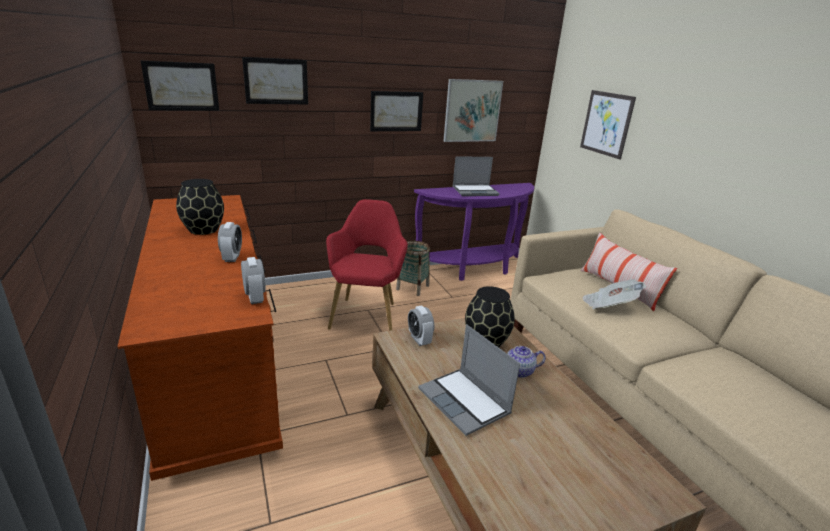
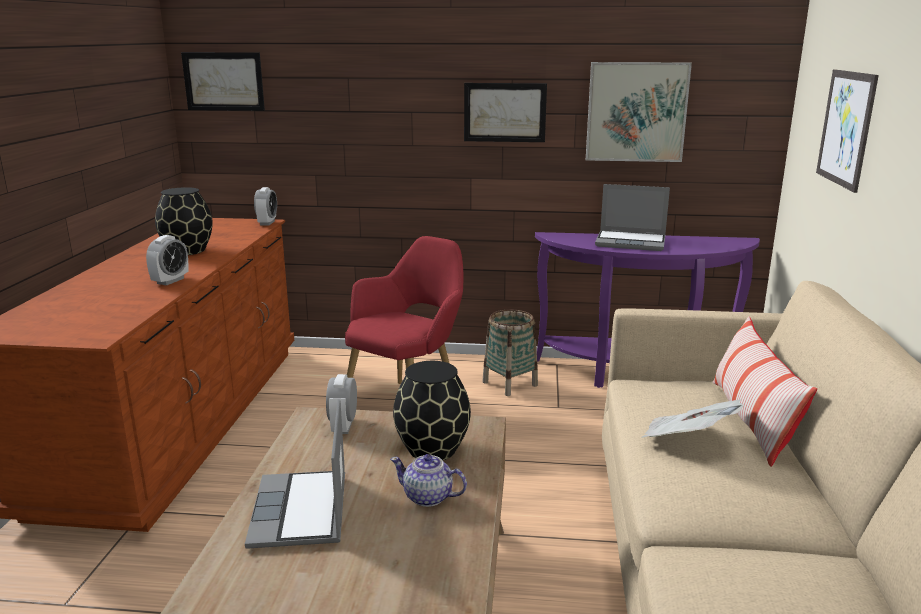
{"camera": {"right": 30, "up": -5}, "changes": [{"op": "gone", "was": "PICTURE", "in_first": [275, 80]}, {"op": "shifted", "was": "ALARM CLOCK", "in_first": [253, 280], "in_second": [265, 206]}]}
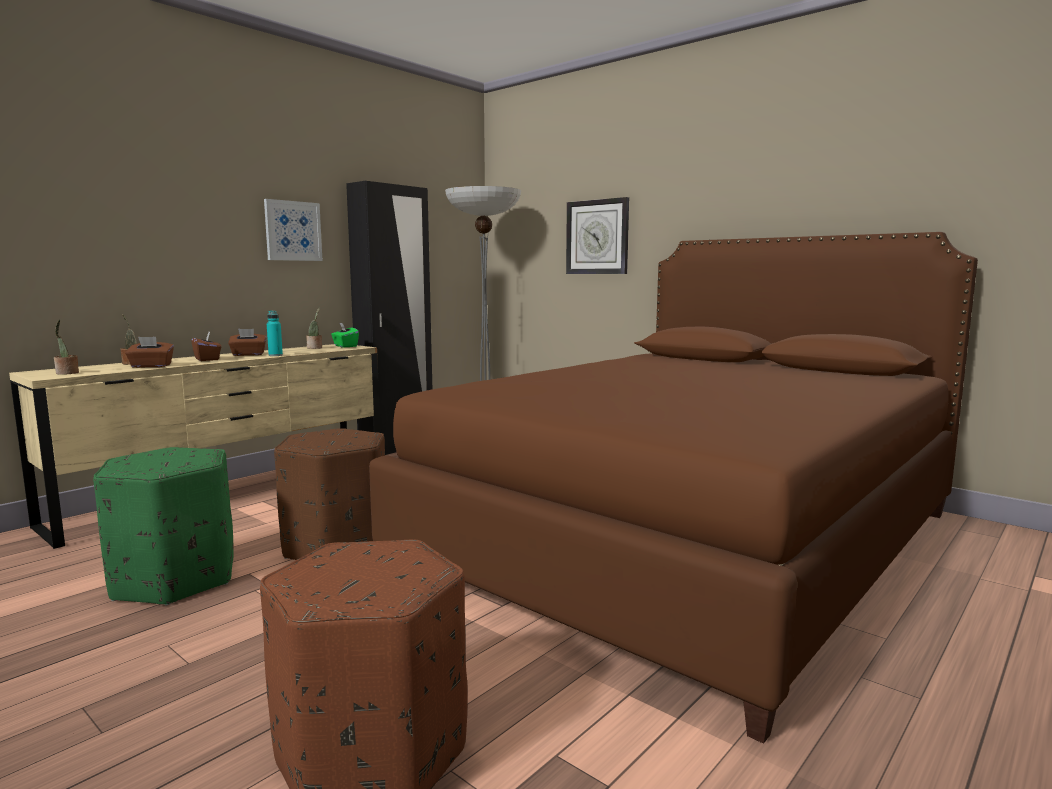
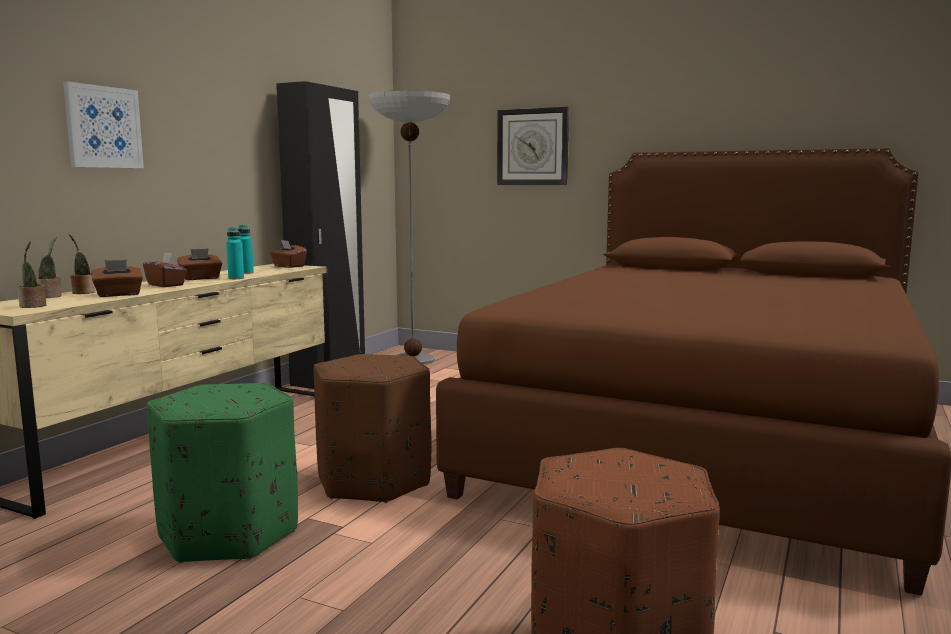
{"camera": {"right": -15, "up": 0}, "changes": [{"op": "new", "now": "TURQUOISE BOTTLE", "in_second": [246, 249]}, {"op": "shifted", "was": "PICTURE", "in_first": [293, 230], "in_second": [103, 124]}, {"op": "shifted", "was": "POTTED PLANT", "in_first": [314, 328], "in_second": [49, 267]}, {"op": "repainted", "was": "GREEN TISSUE BOX", "now": "BROWN TISSUE BOX", "in_first": [345, 334], "in_second": [288, 254]}]}
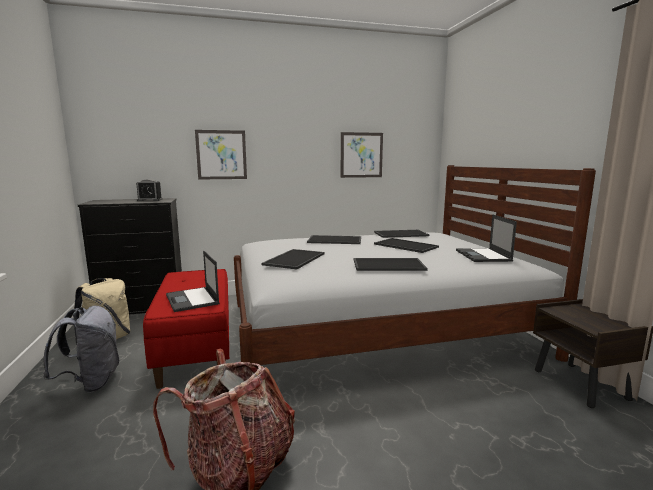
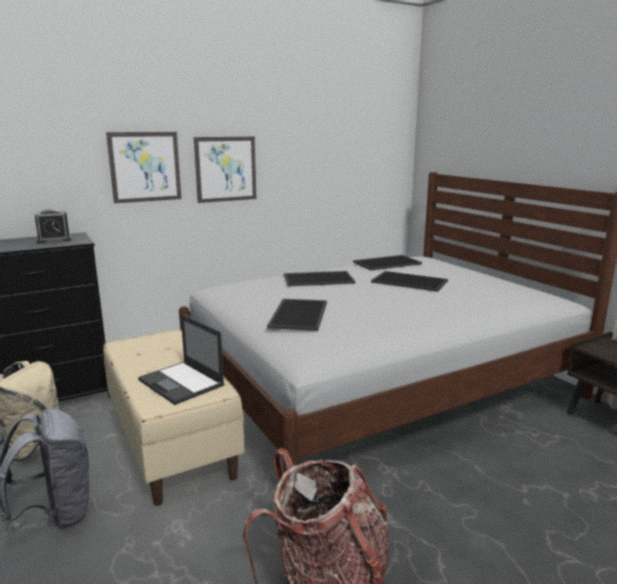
{"camera": {"right": -15, "up": 5}, "changes": [{"op": "gone", "was": "TRAY", "in_first": [390, 264]}, {"op": "gone", "was": "LAPTOP", "in_first": [486, 238]}, {"op": "shifted", "was": "PICTURE", "in_first": [361, 155], "in_second": [225, 170]}, {"op": "repainted", "was": "RED BENCH", "now": "BEIGE BENCH", "in_first": [186, 329], "in_second": [174, 417]}]}
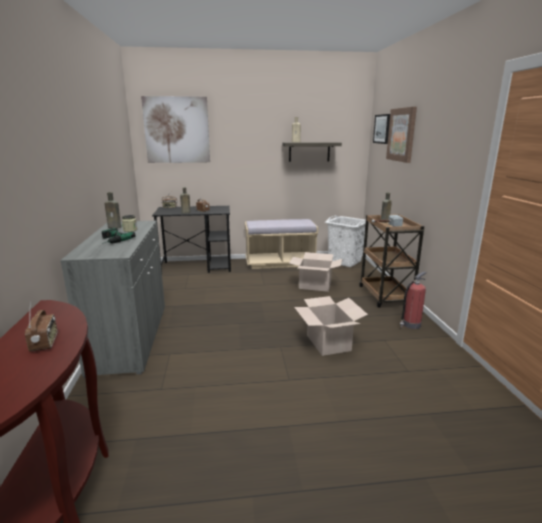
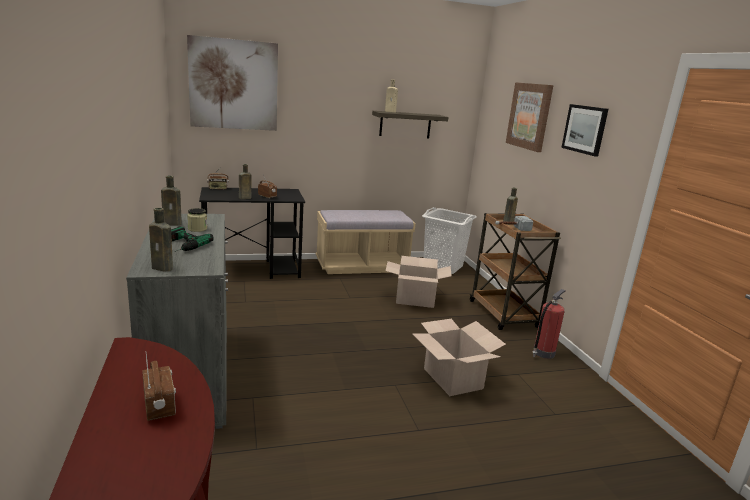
{"camera": {"right": -10, "up": 0}, "changes": [{"op": "new", "now": "BROWN BOTTLE", "in_second": [161, 240]}, {"op": "shifted", "was": "PICTURE", "in_first": [381, 129], "in_second": [584, 130]}]}
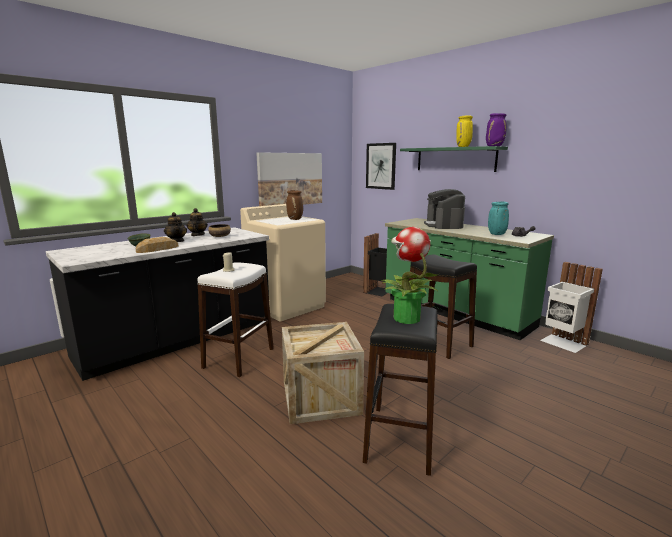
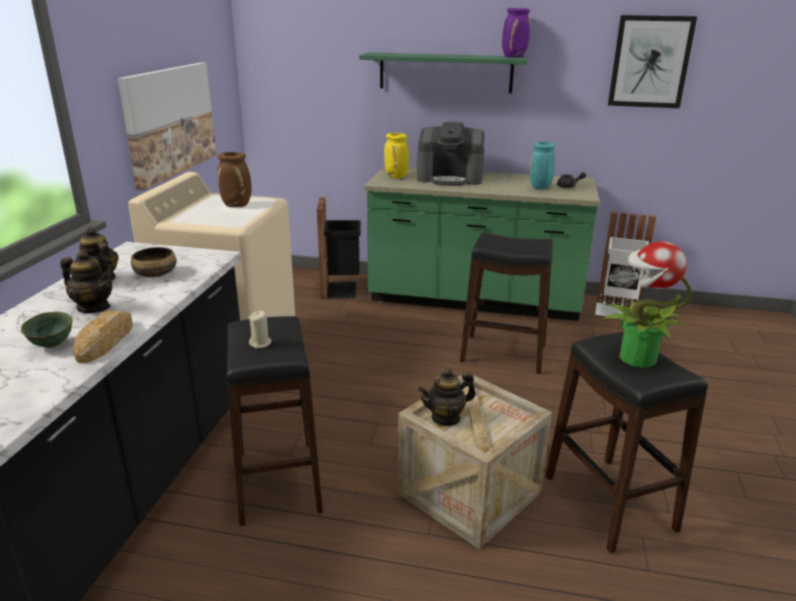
{"camera": {"right": -35, "up": 10}, "changes": [{"op": "new", "now": "TEAPOT", "in_second": [447, 397]}, {"op": "shifted", "was": "PICTURE", "in_first": [381, 166], "in_second": [652, 61]}, {"op": "shifted", "was": "YELLOW VASE", "in_first": [464, 131], "in_second": [396, 155]}, {"op": "repainted", "was": "WHITE STOOL", "now": "BLACK STOOL", "in_first": [235, 320], "in_second": [275, 421]}, {"op": "rotated", "was": "COFFEE MACHINE", "in_first": [444, 209], "in_second": [451, 154], "clockwise": -45}]}
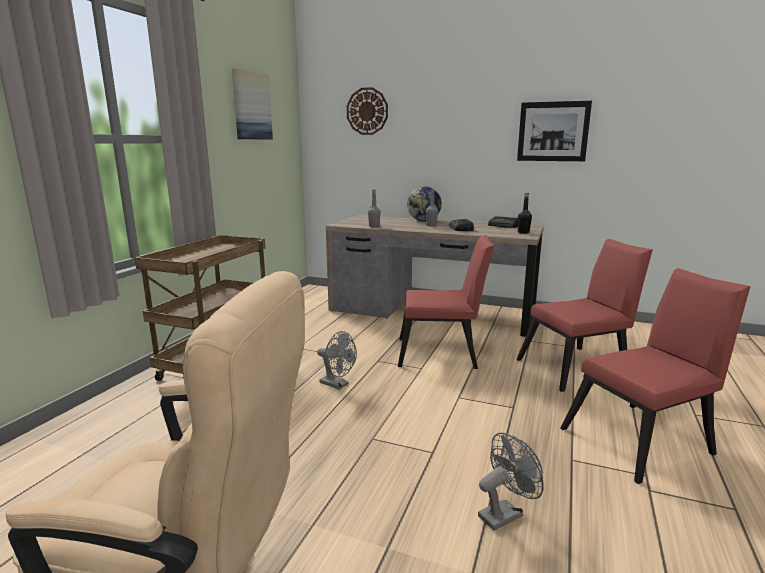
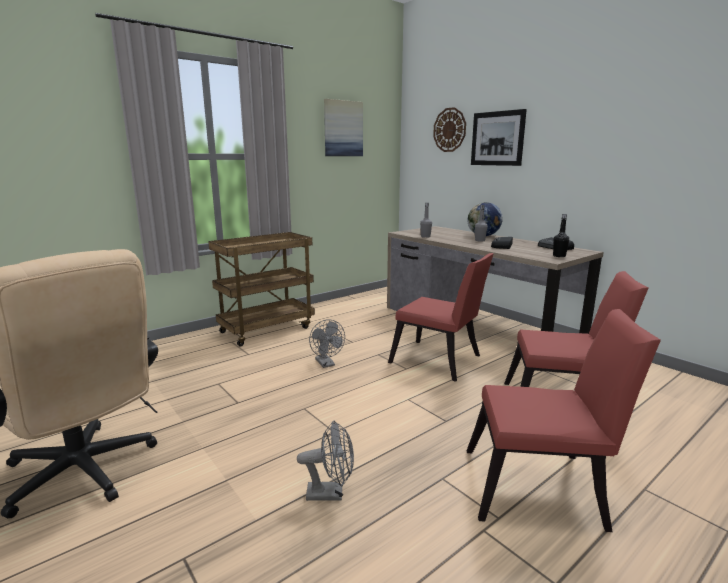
{"camera": {"right": 30, "up": 0}, "changes": [{"op": "shifted", "was": "PICTURE", "in_first": [554, 131], "in_second": [499, 137]}]}
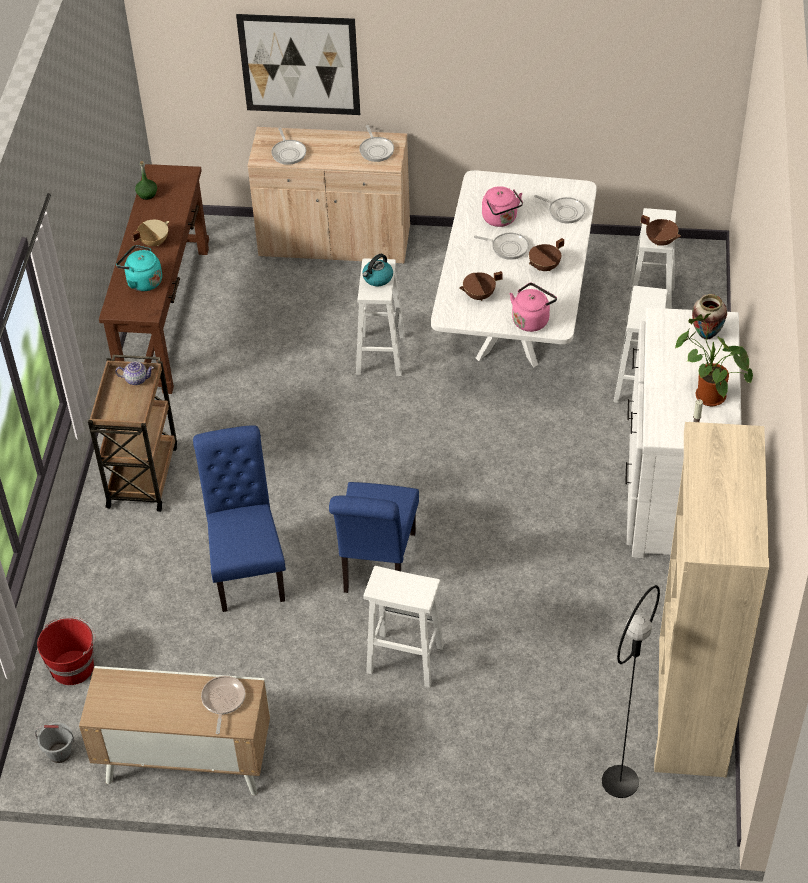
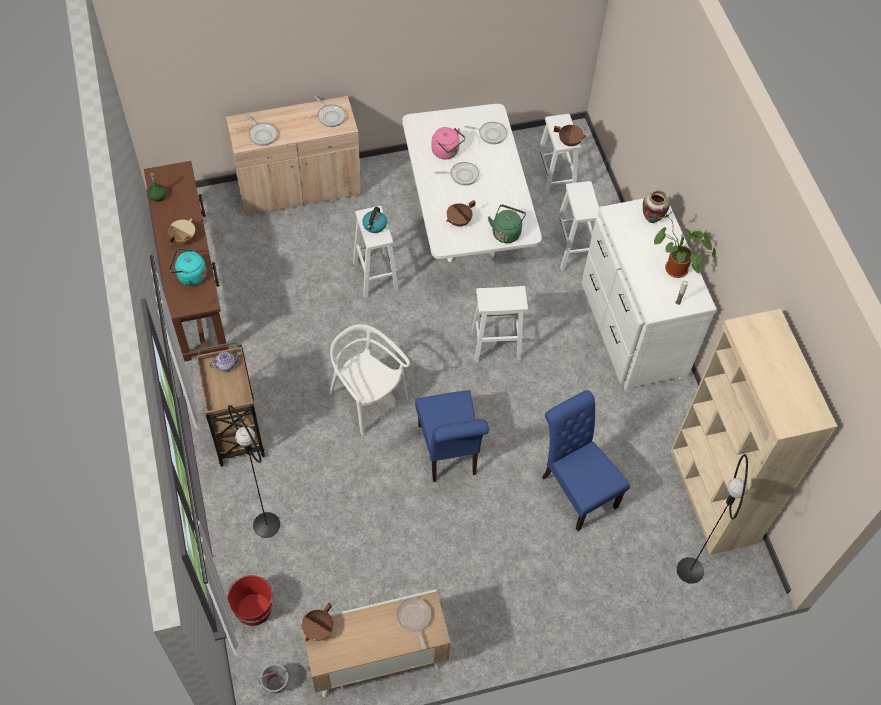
{"camera": {"right": -25, "up": 10}, "changes": [{"op": "gone", "was": "PICTURE", "in_first": [298, 64]}, {"op": "new", "now": "BLACK FLOOR LAMP", "in_second": [254, 471]}, {"op": "new", "now": "WHITE CHAIR", "in_second": [369, 379]}, {"op": "shifted", "was": "BLUE CHAIR", "in_first": [239, 518], "in_second": [586, 460]}, {"op": "shifted", "was": "WHITE STOOL", "in_first": [403, 626], "in_second": [499, 324]}, {"op": "shifted", "was": "BROWN COOKING POT", "in_first": [546, 254], "in_second": [317, 622]}, {"op": "repainted", "was": "PINK KETTLE", "now": "GREEN KETTLE", "in_first": [533, 307], "in_second": [507, 224]}]}
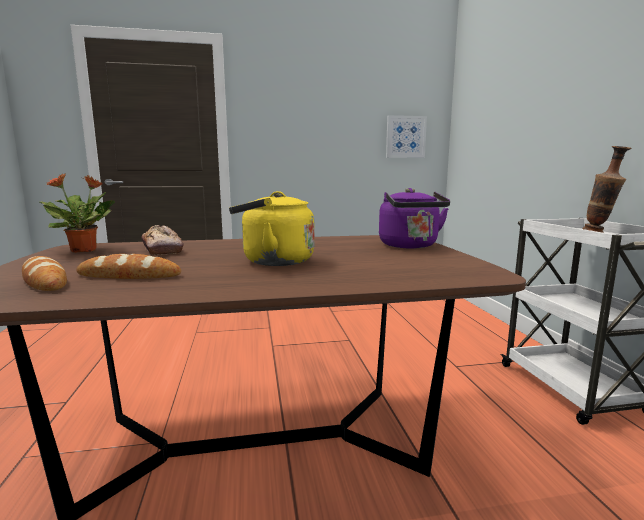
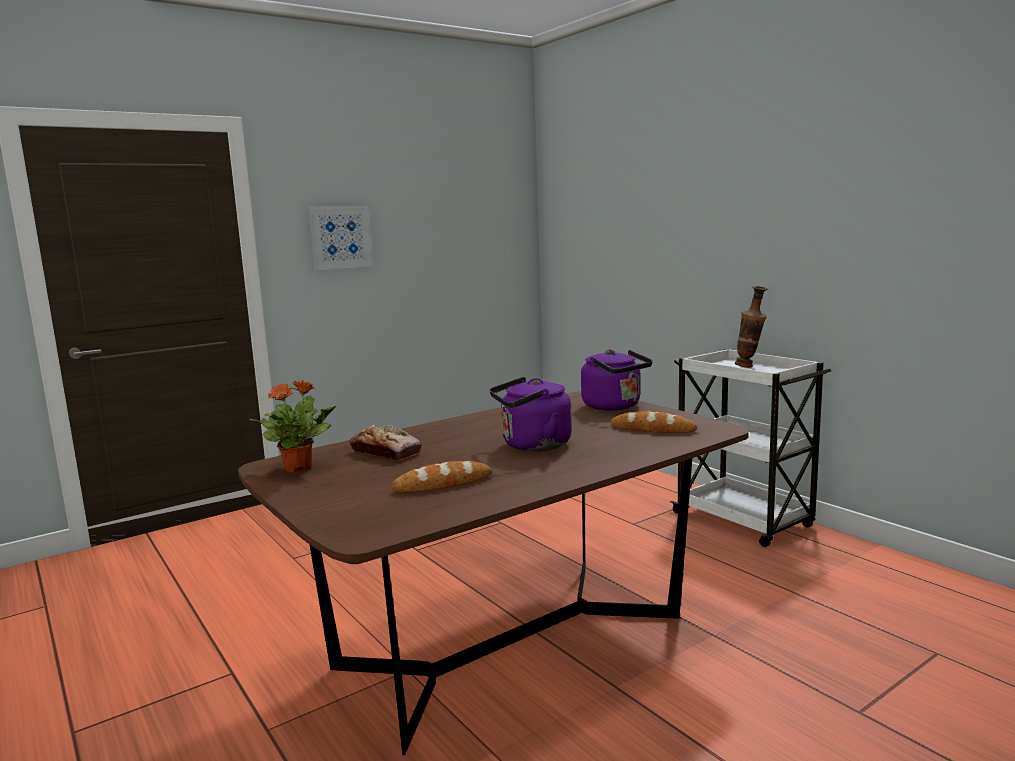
{"camera": {"right": -25, "up": 0}, "changes": [{"op": "shifted", "was": "BREAD", "in_first": [44, 273], "in_second": [654, 422]}, {"op": "shifted", "was": "PICTURE", "in_first": [406, 136], "in_second": [340, 237]}, {"op": "repainted", "was": "YELLOW KETTLE", "now": "PURPLE KETTLE", "in_first": [271, 228], "in_second": [531, 414]}]}
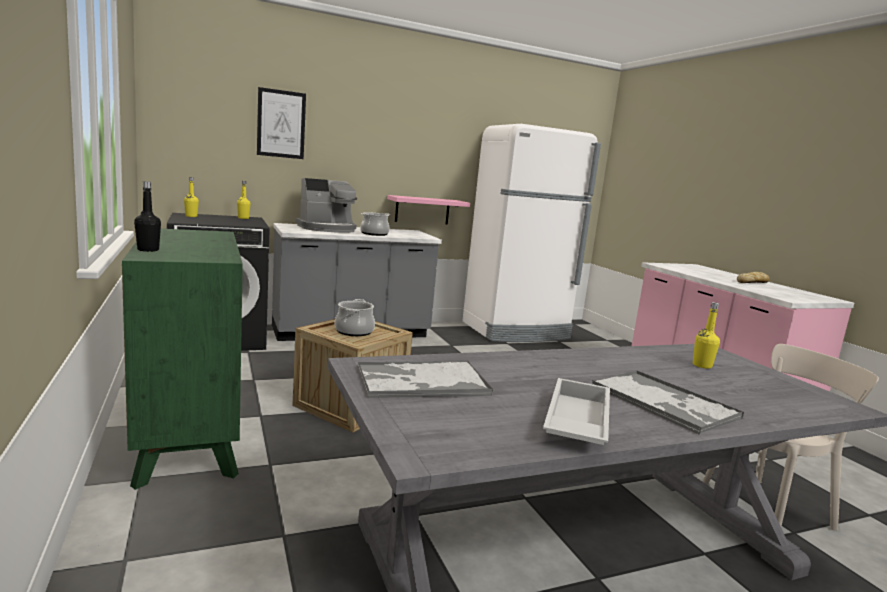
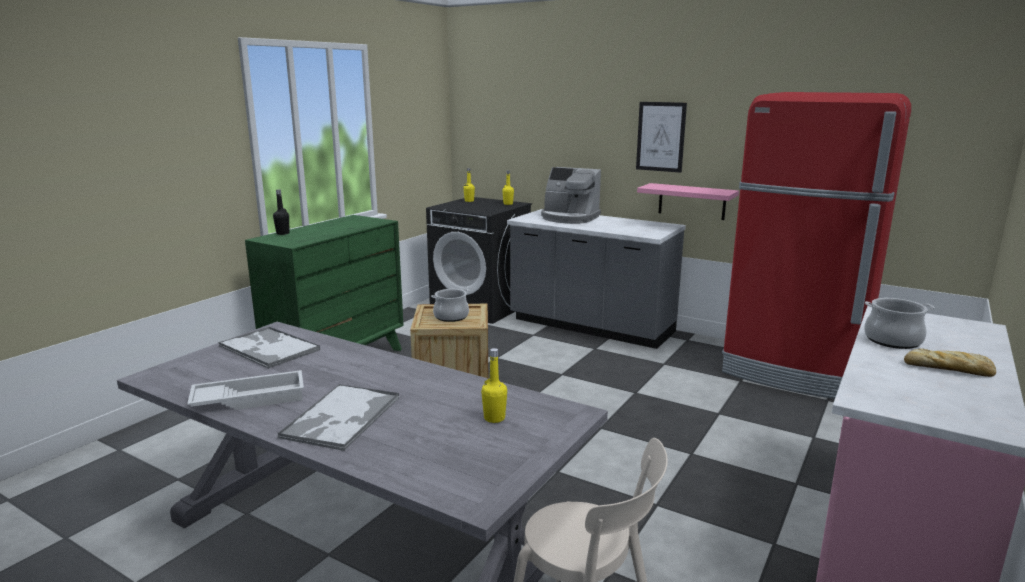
{"camera": {"right": 55, "up": 5}, "changes": [{"op": "shifted", "was": "PICTURE", "in_first": [281, 123], "in_second": [661, 137]}, {"op": "shifted", "was": "COOKING POT", "in_first": [375, 224], "in_second": [899, 323]}, {"op": "repainted", "was": "WHITE FRIDGE", "now": "RED FRIDGE", "in_first": [531, 233], "in_second": [816, 245]}]}
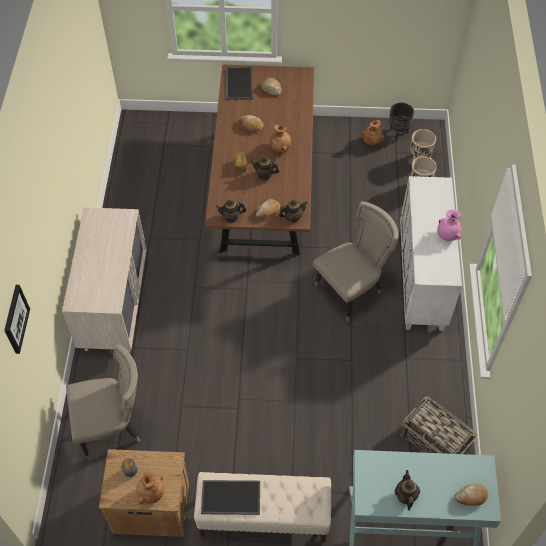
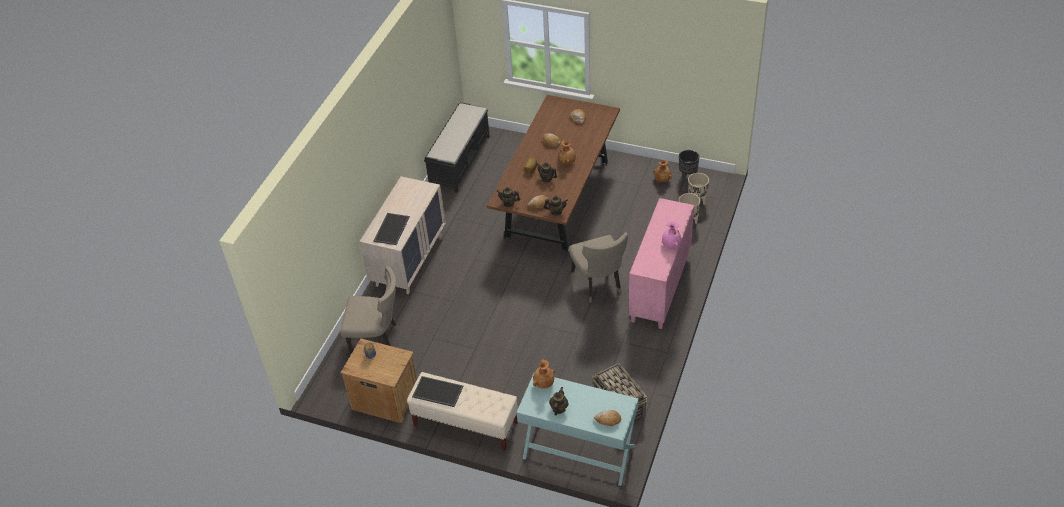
{"camera": {"right": 20, "up": -10}, "changes": [{"op": "gone", "was": "PICTURE", "in_first": [17, 319]}, {"op": "new", "now": "BLACK BENCH", "in_second": [457, 147]}, {"op": "shifted", "was": "BROWN VASE", "in_first": [150, 488], "in_second": [544, 374]}, {"op": "shifted", "was": "TRAY", "in_first": [239, 83], "in_second": [392, 229]}, {"op": "repainted", "was": "WHITE CABINET", "now": "PINK CABINET", "in_first": [431, 253], "in_second": [661, 263]}, {"op": "rotated", "was": "BEIGE CHAIR", "in_first": [356, 262], "in_second": [598, 267], "clockwise": 90}]}
